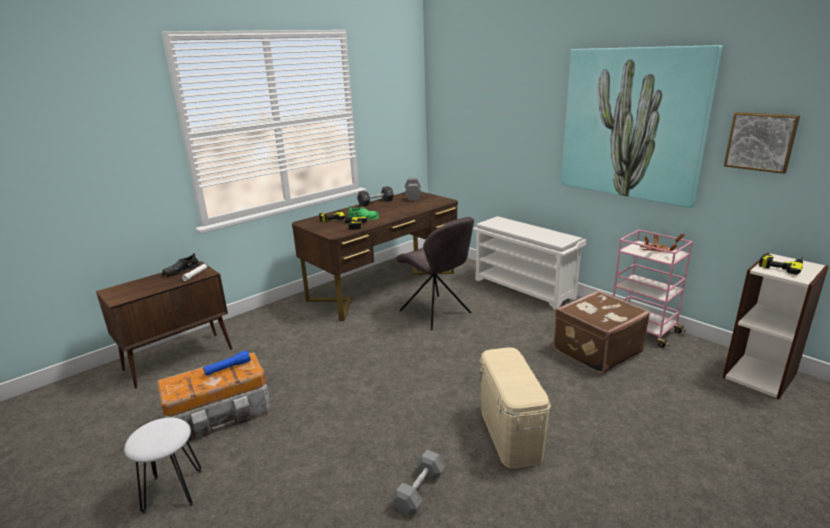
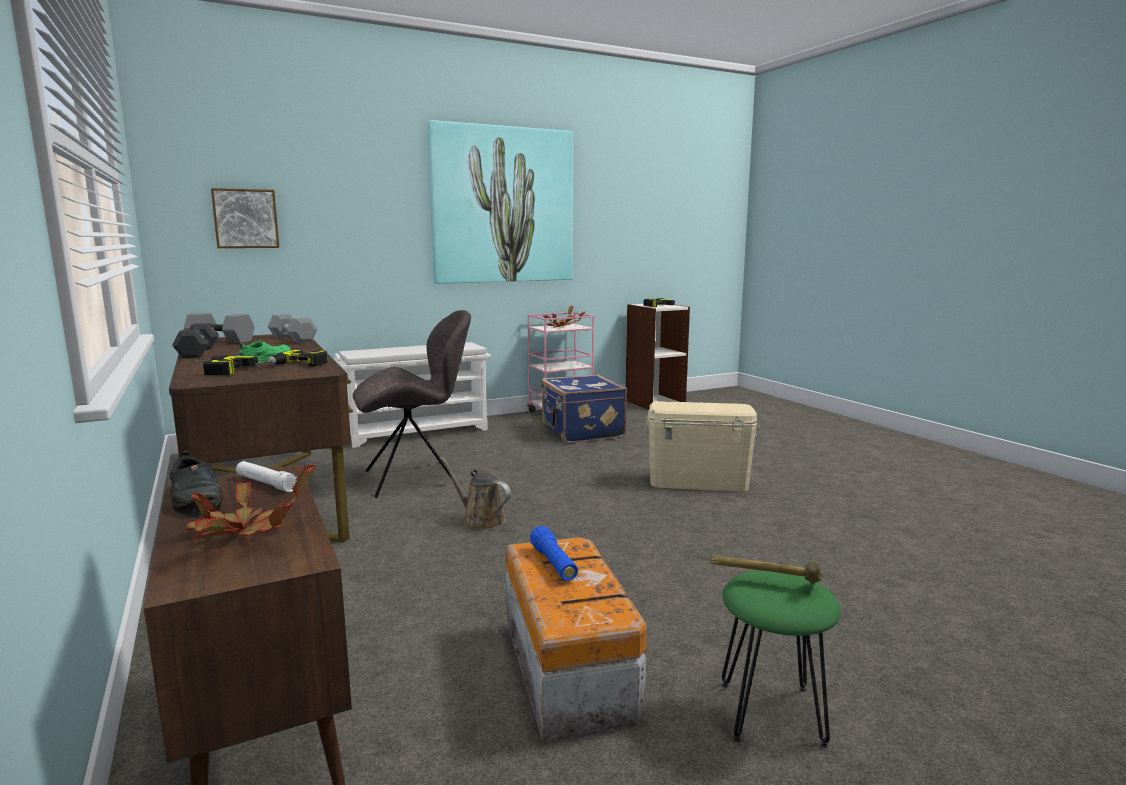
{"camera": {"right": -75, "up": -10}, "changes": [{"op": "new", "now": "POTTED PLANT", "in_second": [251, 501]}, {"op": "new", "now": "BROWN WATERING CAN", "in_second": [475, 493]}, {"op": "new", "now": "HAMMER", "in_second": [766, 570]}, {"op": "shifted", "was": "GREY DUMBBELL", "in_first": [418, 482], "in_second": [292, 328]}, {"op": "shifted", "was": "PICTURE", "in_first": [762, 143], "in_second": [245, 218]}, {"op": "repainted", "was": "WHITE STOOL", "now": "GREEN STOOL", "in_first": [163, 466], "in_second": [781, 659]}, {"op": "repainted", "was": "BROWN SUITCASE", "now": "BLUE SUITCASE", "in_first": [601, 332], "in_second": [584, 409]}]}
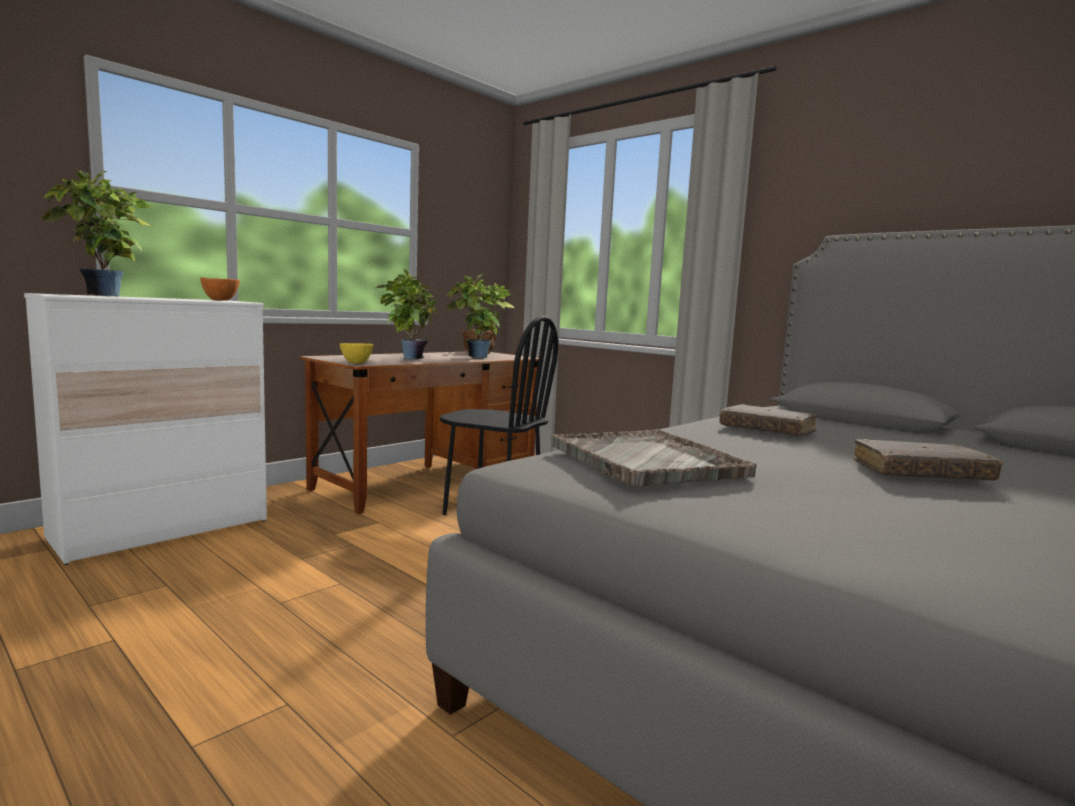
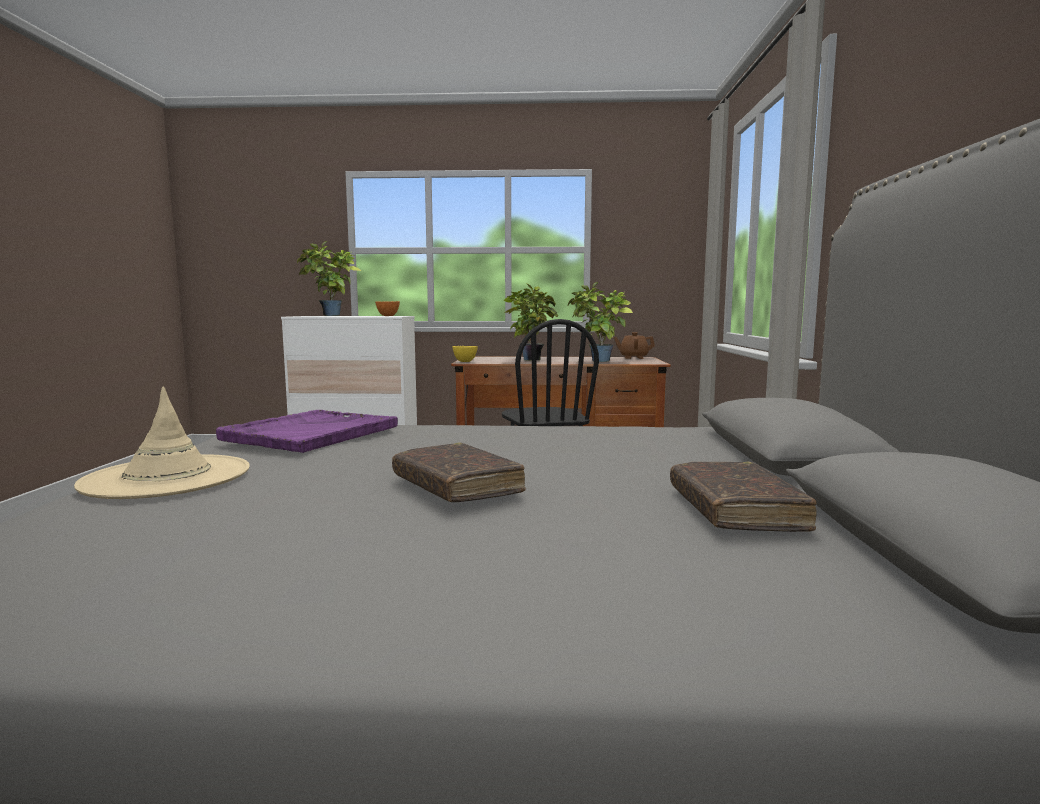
{"camera": {"right": 50, "up": 0}, "changes": [{"op": "new", "now": "BEIGE HAT", "in_second": [162, 442]}, {"op": "shifted", "was": "BROWN BOOK", "in_first": [768, 420], "in_second": [743, 497]}, {"op": "repainted", "was": "GREY TRAY", "now": "PURPLE TRAY", "in_first": [653, 458], "in_second": [307, 431]}]}
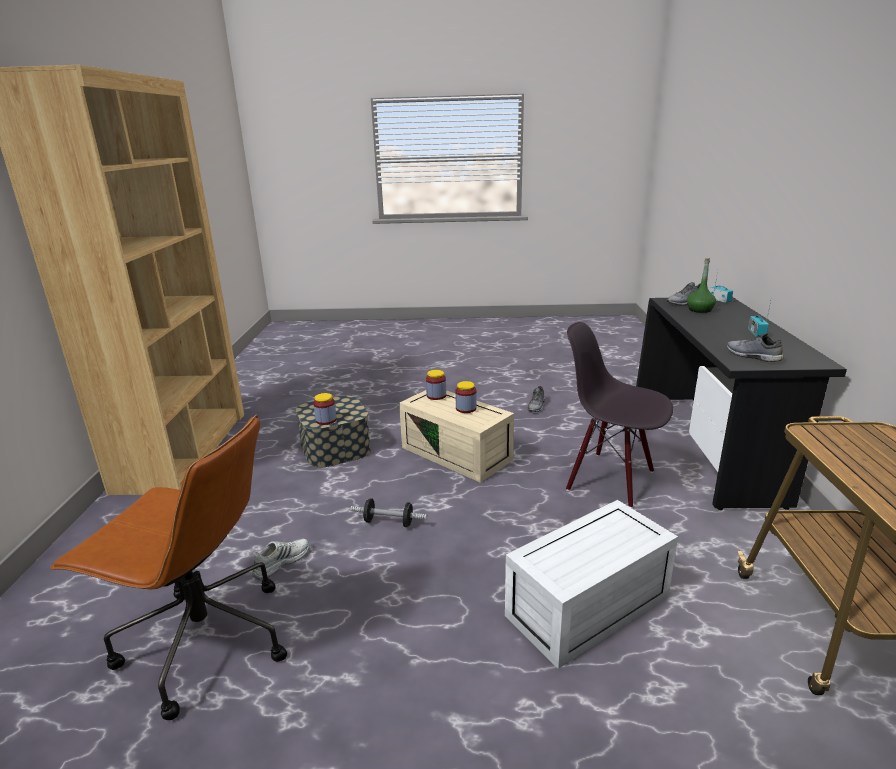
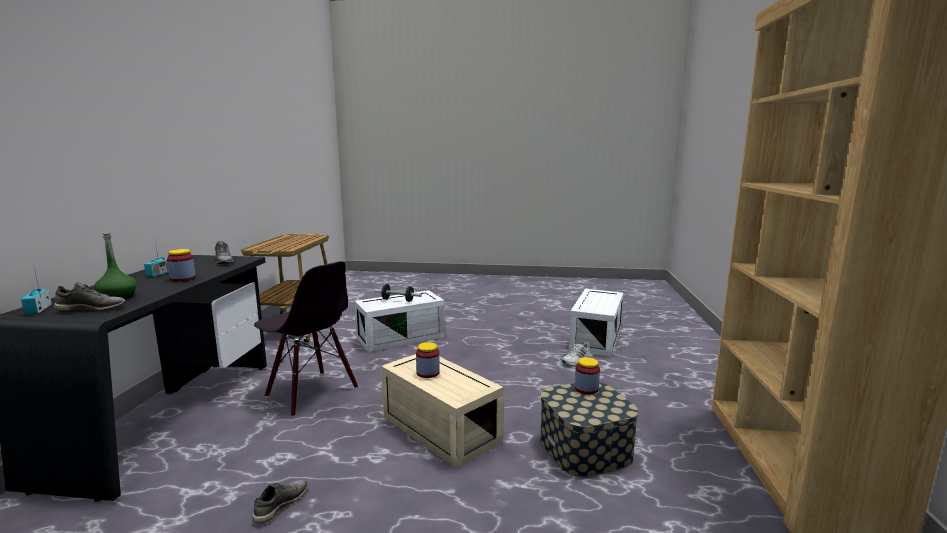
{"camera": {"right": -175, "up": -10}, "changes": [{"op": "shifted", "was": "DUMBBELL", "in_first": [388, 512], "in_second": [398, 293]}, {"op": "shifted", "was": "JAR", "in_first": [436, 385], "in_second": [181, 265]}, {"op": "swapped", "was": "BROWN OFFICE CHAIR", "now": "WHITE STORAGE BOX", "in_first": [168, 567], "in_second": [596, 323]}]}
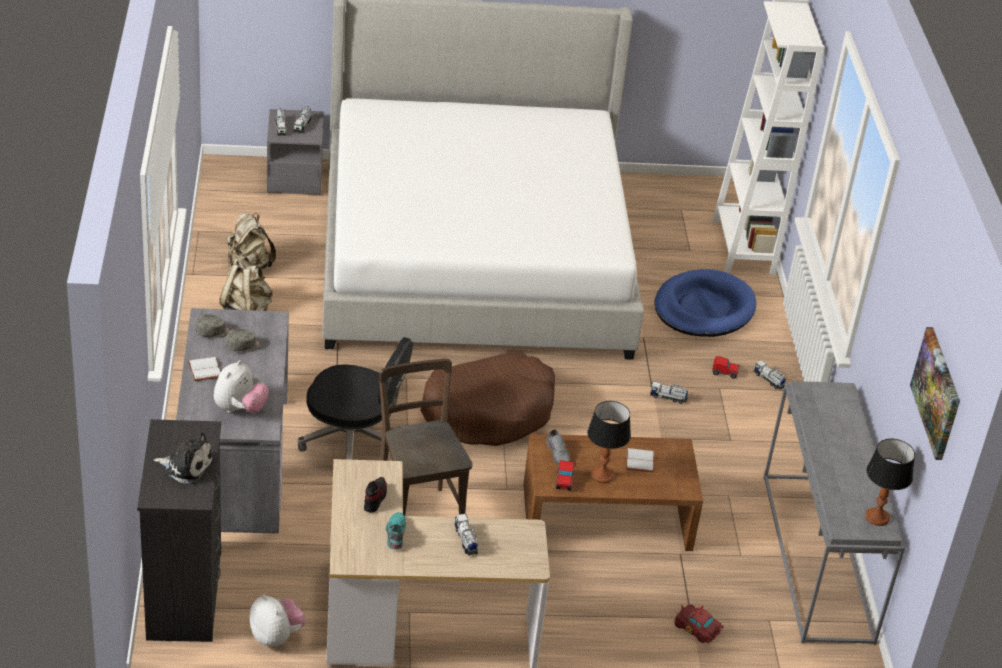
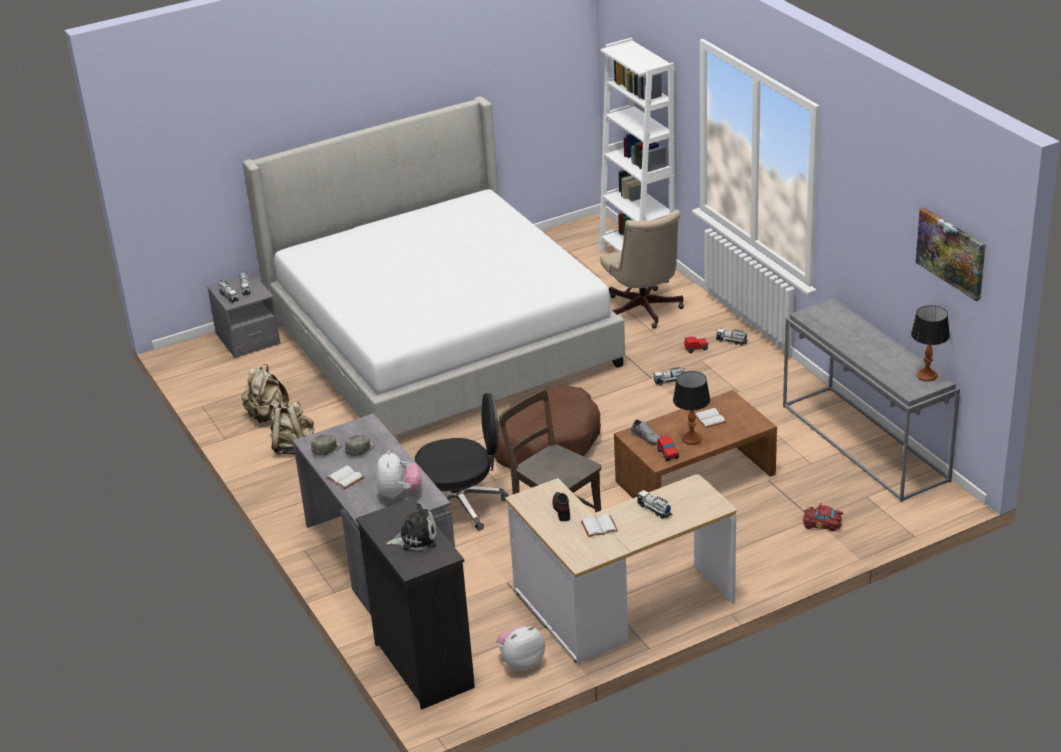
{"camera": {"right": -20, "up": -5}, "changes": [{"op": "swapped", "was": "TURQUOISE SHOE", "now": "WHITE BOOK", "in_first": [396, 531], "in_second": [599, 525]}, {"op": "swapped", "was": "BLUE DOG BED", "now": "BEIGE OFFICE CHAIR", "in_first": [705, 303], "in_second": [642, 269]}, {"op": "rotated", "was": "PLUSH TOY", "in_first": [277, 621], "in_second": [520, 648], "clockwise": -60}]}
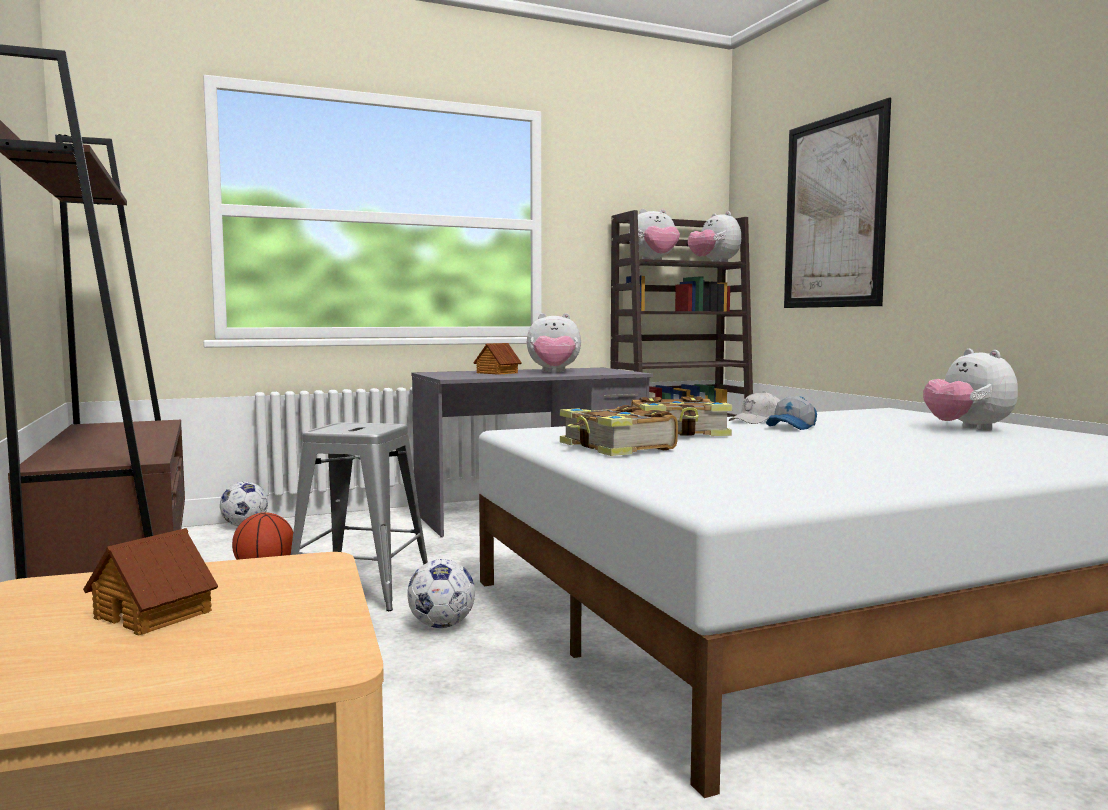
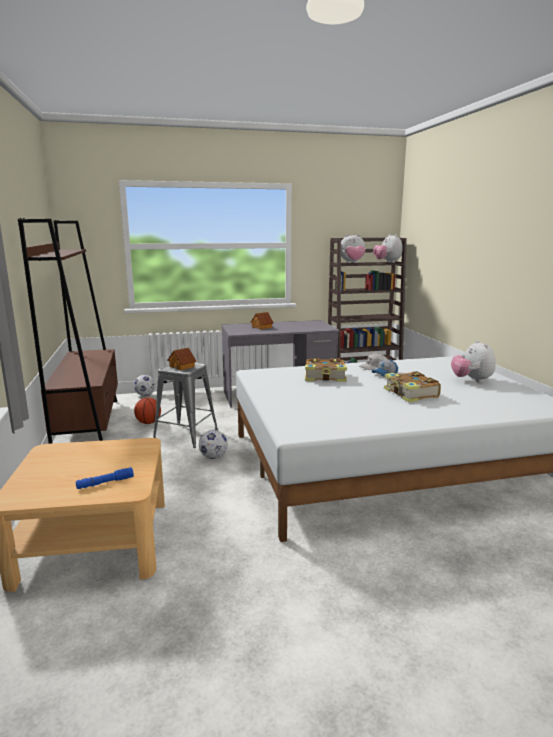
{"camera": {"right": 10, "up": 10}, "changes": [{"op": "gone", "was": "PLUSH TOY", "in_first": [554, 342]}, {"op": "gone", "was": "PICTURE", "in_first": [837, 203]}, {"op": "new", "now": "BLUE FLASHLIGHT", "in_second": [105, 478]}, {"op": "shifted", "was": "TOY HOUSE", "in_first": [150, 582], "in_second": [181, 358]}, {"op": "shifted", "was": "BOOK", "in_first": [619, 430], "in_second": [412, 386]}]}
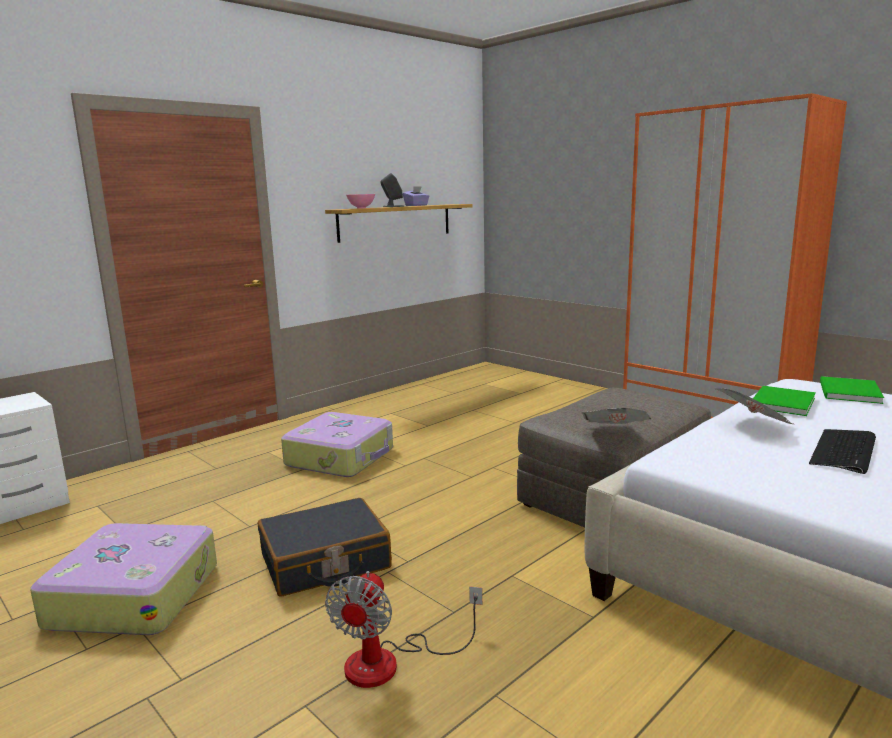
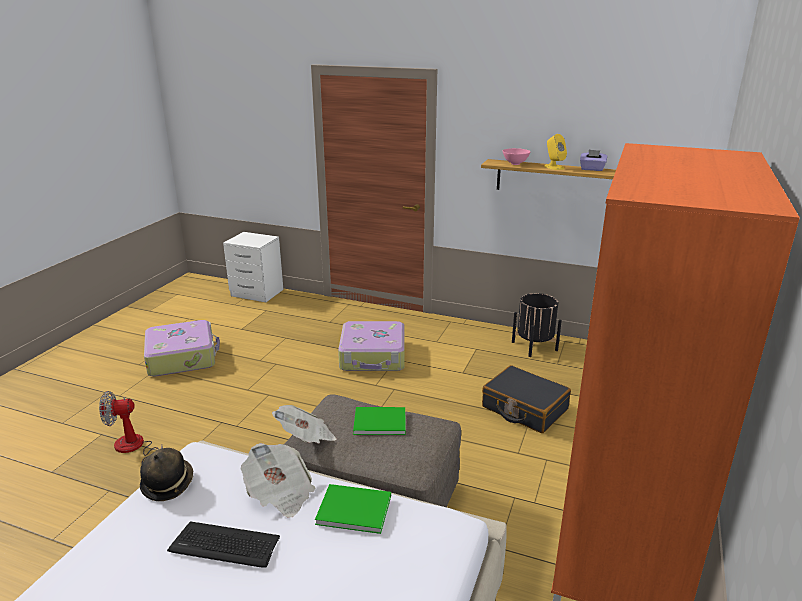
{"camera": {"right": 65, "up": 10}, "changes": [{"op": "new", "now": "HAT", "in_second": [166, 474]}, {"op": "new", "now": "BLACK PLANTER", "in_second": [537, 325]}, {"op": "shifted", "was": "BLACK SUITCASE", "in_first": [325, 547], "in_second": [526, 399]}, {"op": "shifted", "was": "GREEN BOOK", "in_first": [852, 390], "in_second": [379, 421]}, {"op": "repainted", "was": "GREY SPEAKER", "now": "YELLOW SPEAKER", "in_first": [392, 190], "in_second": [555, 152]}]}
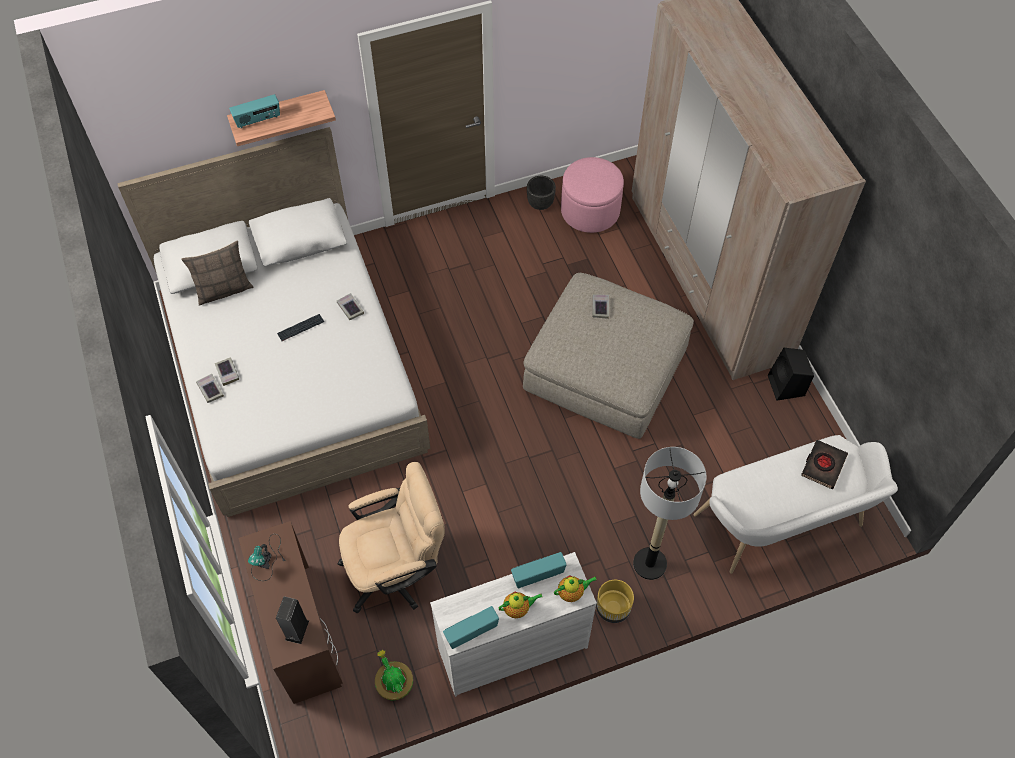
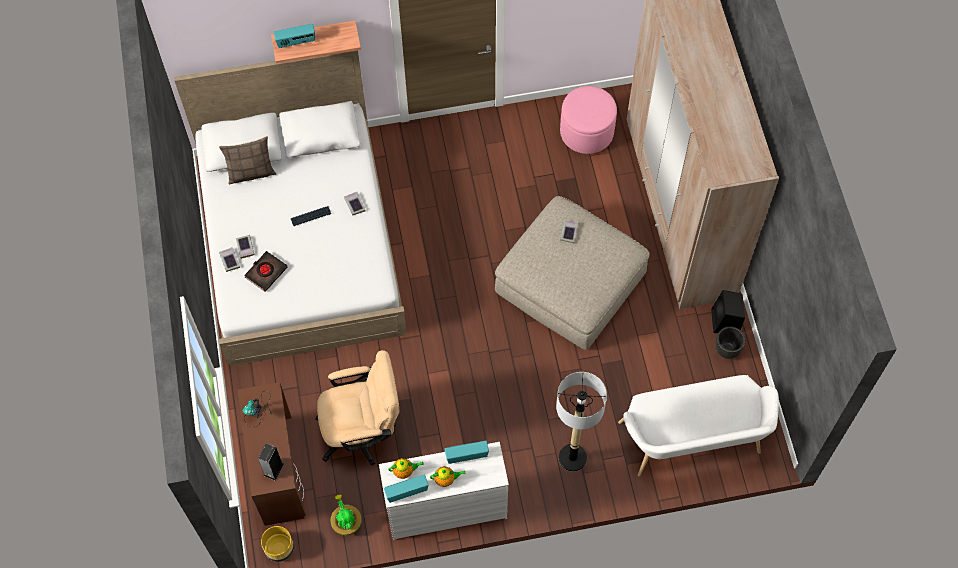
{"camera": {"right": 10, "up": 5}, "changes": [{"op": "shifted", "was": "BLACK PLANTER", "in_first": [541, 193], "in_second": [730, 343]}, {"op": "shifted", "was": "TEAPOT", "in_first": [575, 589], "in_second": [406, 468]}, {"op": "shifted", "was": "YELLOW PLANTER", "in_first": [615, 601], "in_second": [277, 544]}, {"op": "shifted", "was": "BLACK BOOK", "in_first": [824, 464], "in_second": [266, 271]}]}
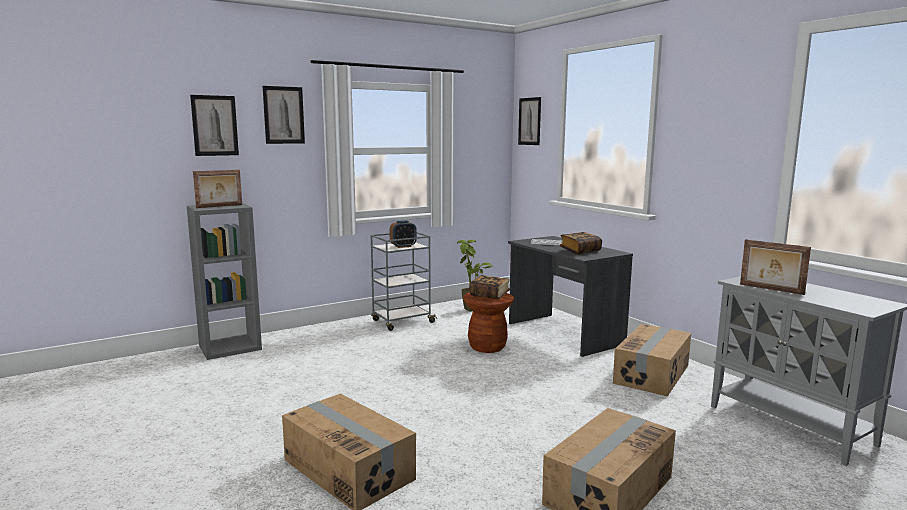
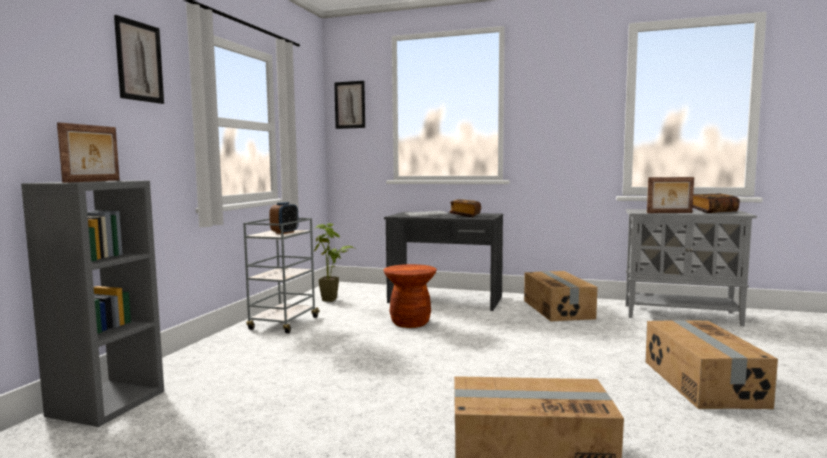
{"camera": {"right": -40, "up": -5}, "changes": [{"op": "gone", "was": "PICTURE", "in_first": [214, 125]}, {"op": "shifted", "was": "BOOK", "in_first": [489, 287], "in_second": [716, 203]}]}
